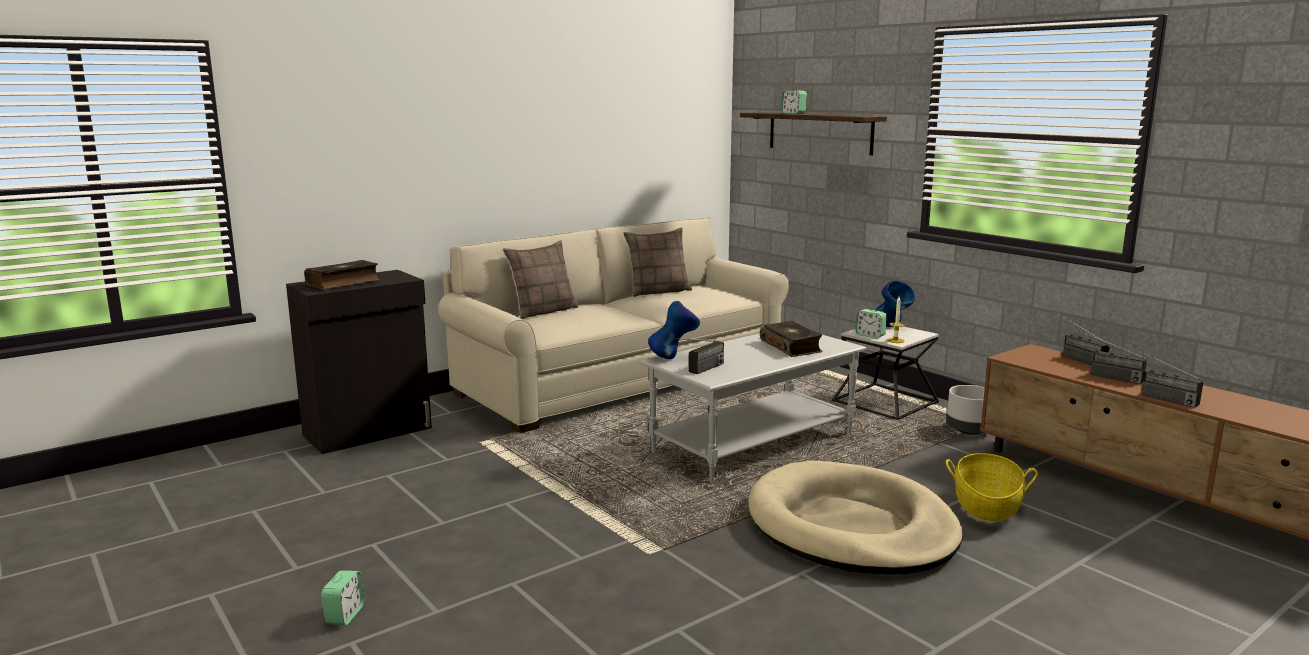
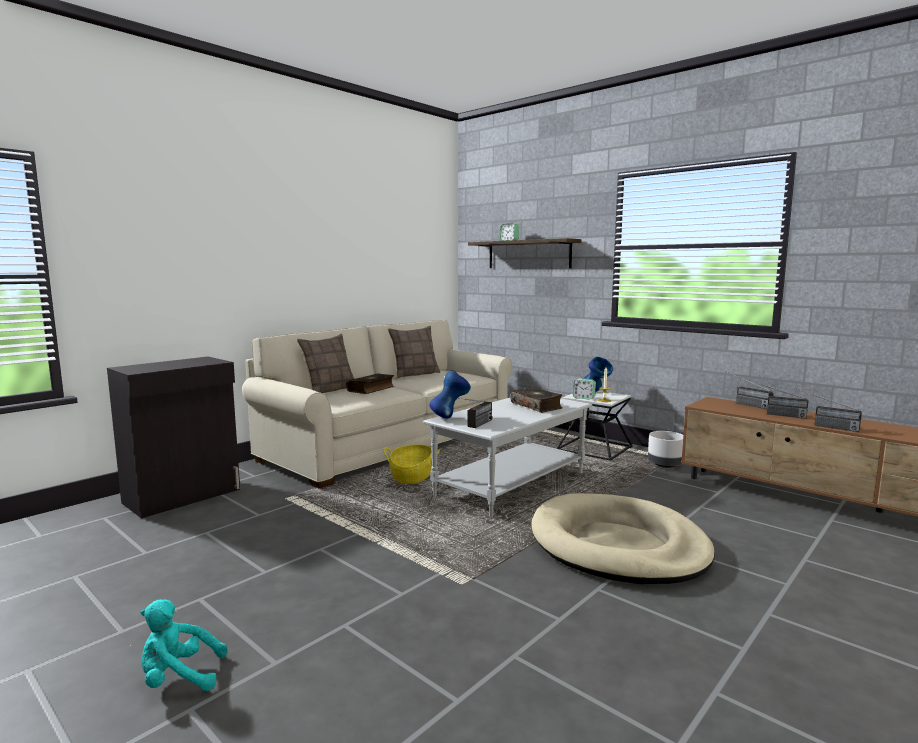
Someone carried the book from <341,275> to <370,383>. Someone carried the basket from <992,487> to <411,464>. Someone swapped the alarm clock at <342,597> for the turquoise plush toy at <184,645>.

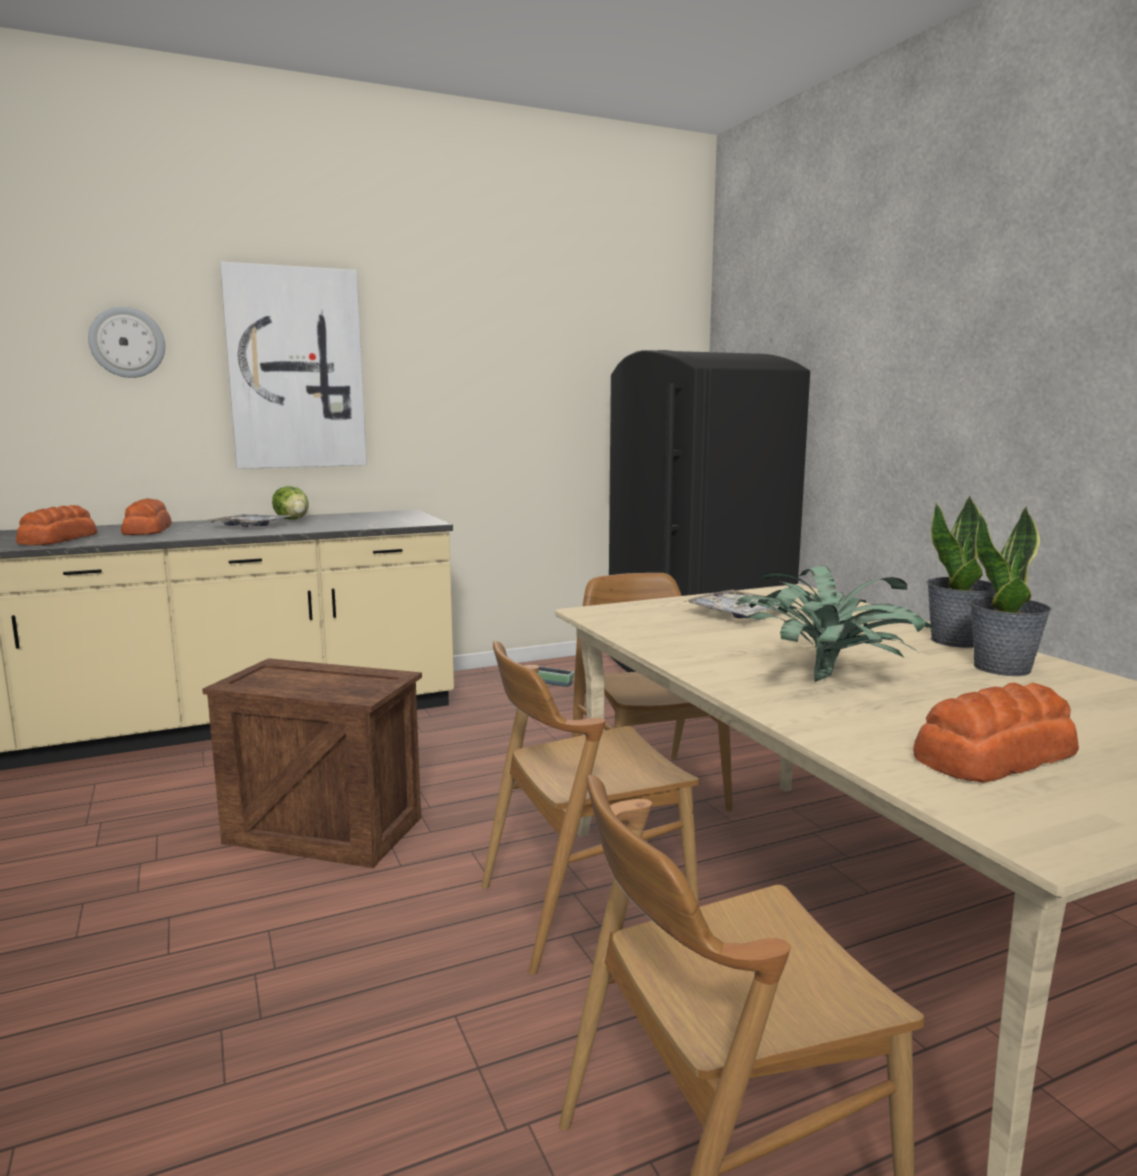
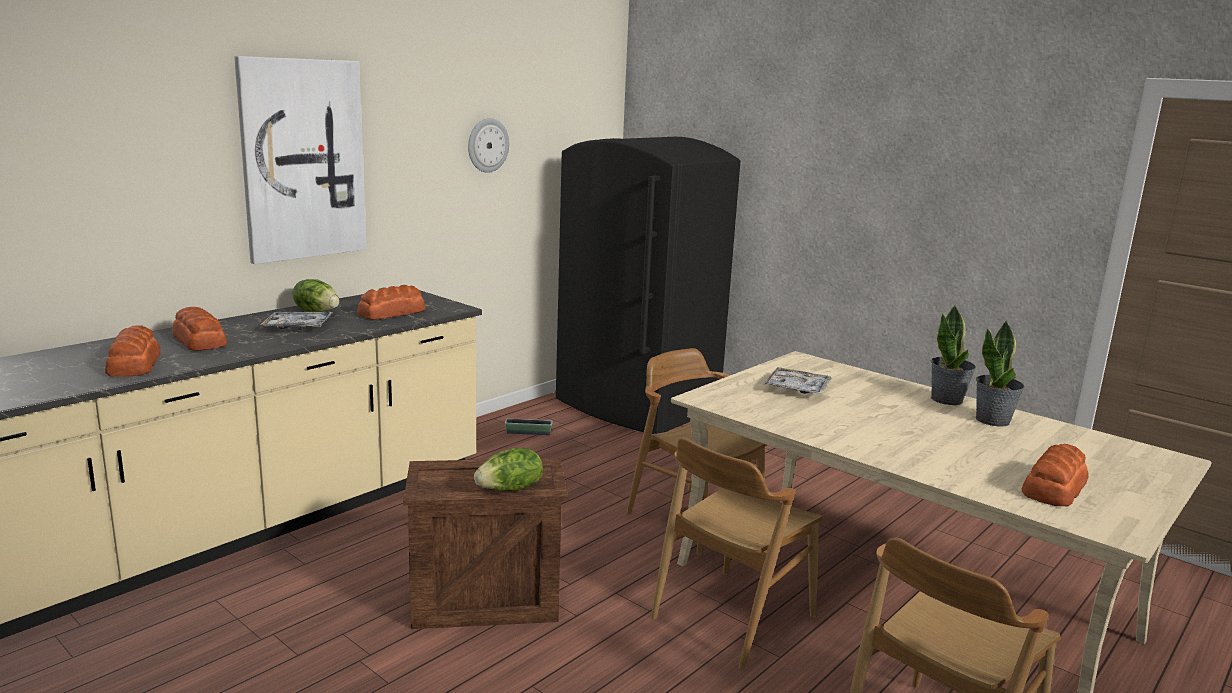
Someone took away the potted plant at <835,623>. Someone put down the bread at <391,302>. Someone put down the lettuce at <508,469>. Someone carried the wall clock from <126,342> to <488,145>.

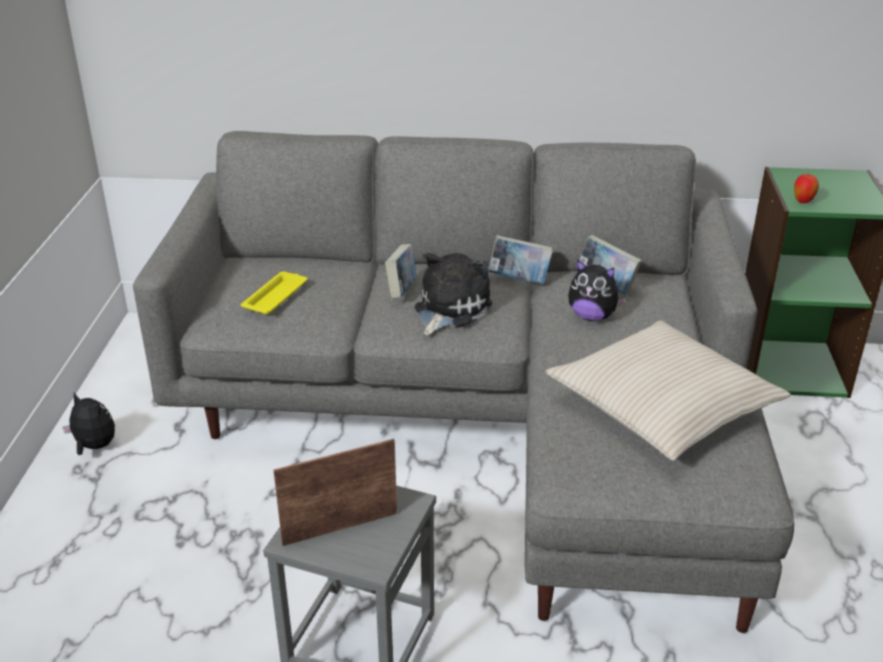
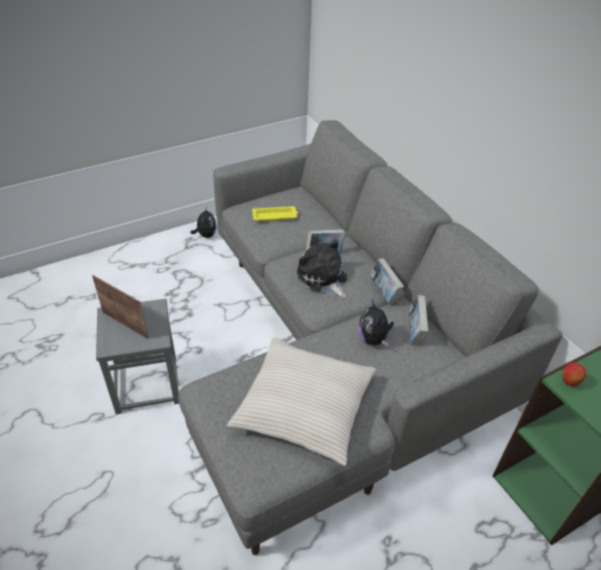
Someone rotated the plush toy at <453,294> by 120 degrees counterclockwise.

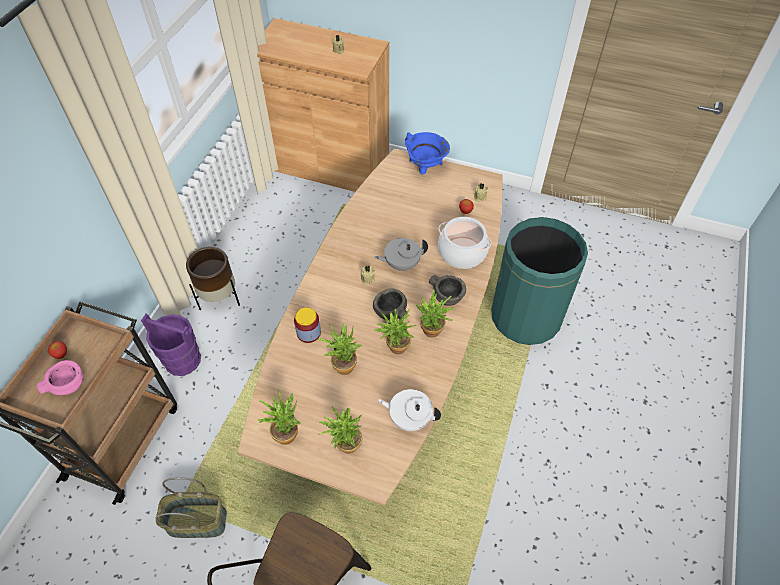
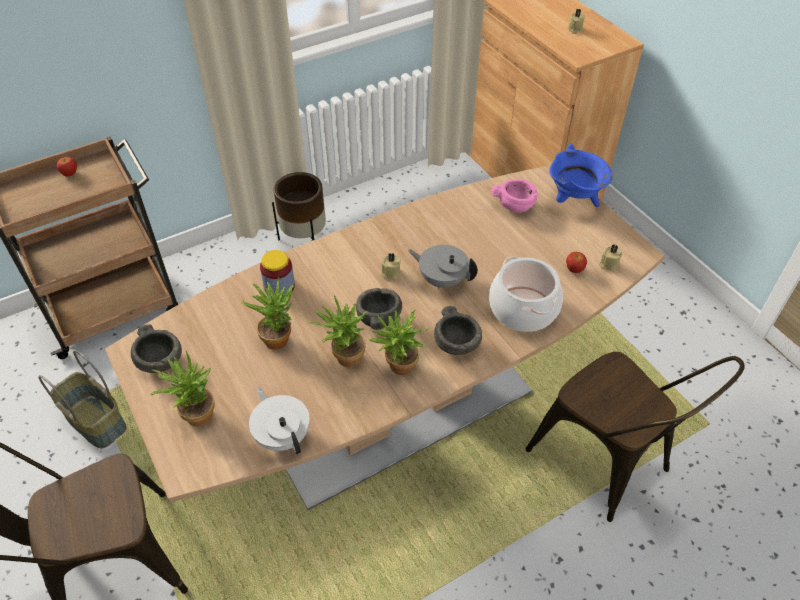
Someone took away the purple bucket at <171,345>. Someone carried the pink bowl from <60,377> to <515,196>. Someone swapped the potted plant at <279,417> for the grey bowl at <156,348>. Someone swapped the green trash can at <539,281> for the brown chair at <635,437>.

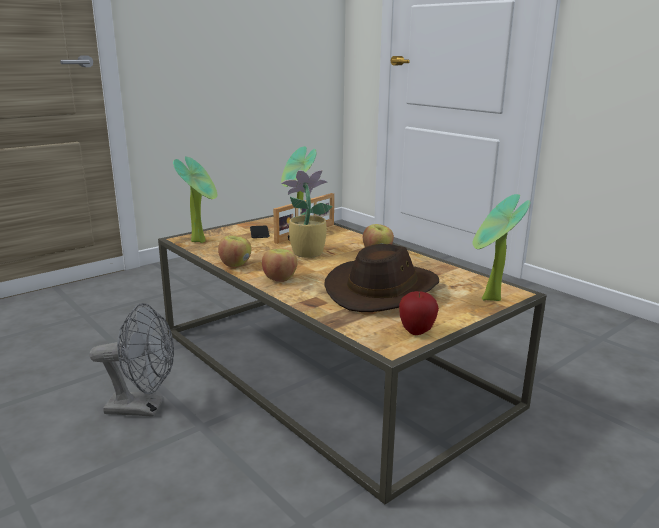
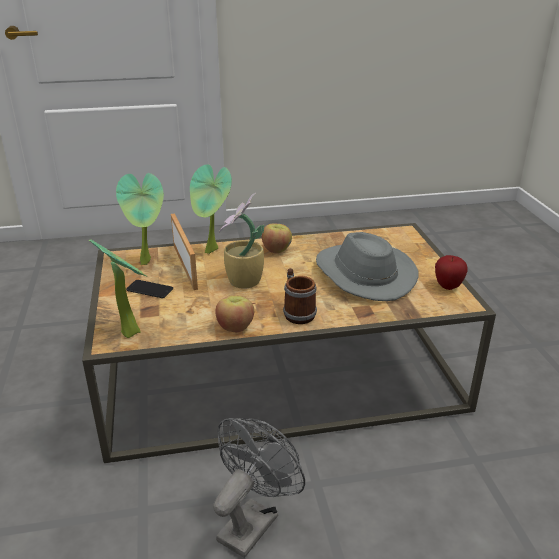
Someone carried the potted plant from <502,247> to <211,209>. Someone swapped the apple at <280,265> for the mug at <300,296>. Someone repainted the brown hat at <382,278>, which became the grey hat at <367,266>.

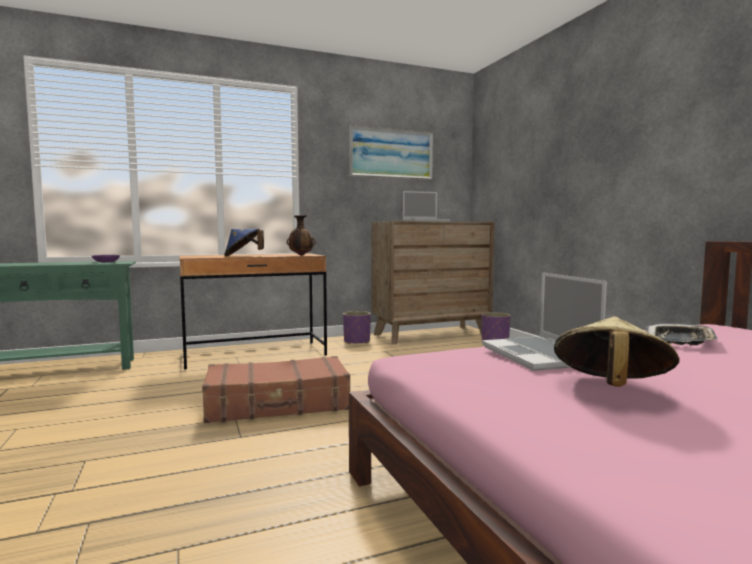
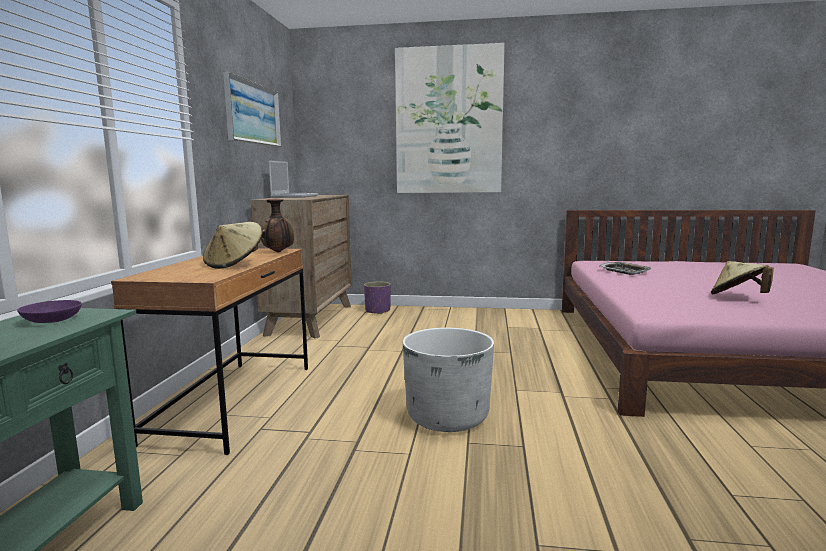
Someone took away the purple planter at <357,327>. Someone took away the laptop at <544,321>. Someone put up the picture at <450,118>. Someone swapped the brown suitcase at <276,389> for the white planter at <448,380>. Someone repainted the blue hat at <244,242>, which became the beige hat at <233,245>.

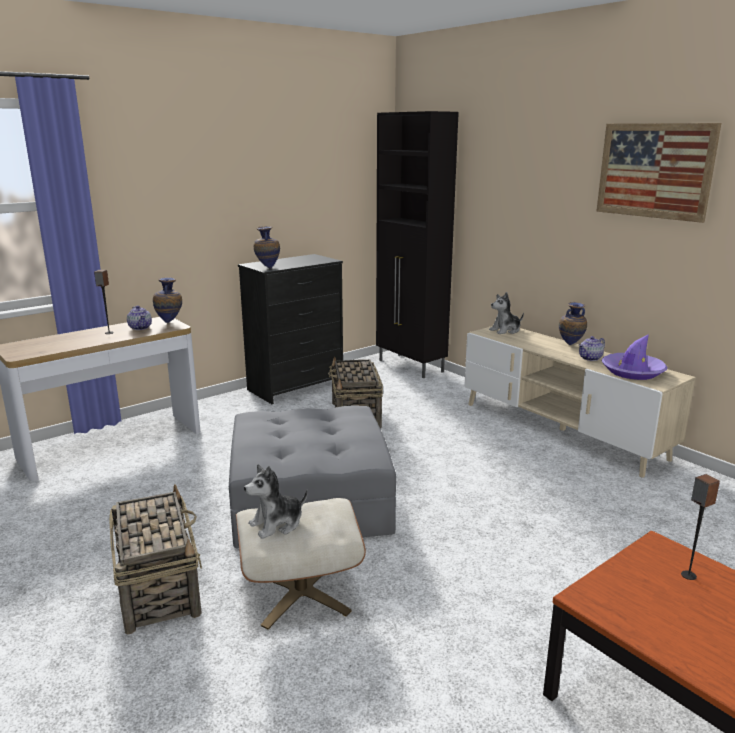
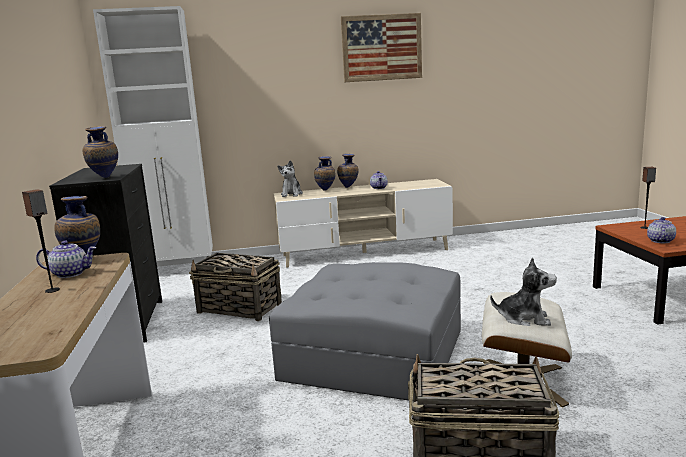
Someone took away the purple hat at <634,357>. Someone put down the vase at <324,173>. Someone put down the teapot at <661,230>. Someone repainted the black cabinet at <417,244>, which became the white cabinet at <153,133>. Someone rotated the plush toy at <276,501> by 75 degrees counterclockwise.

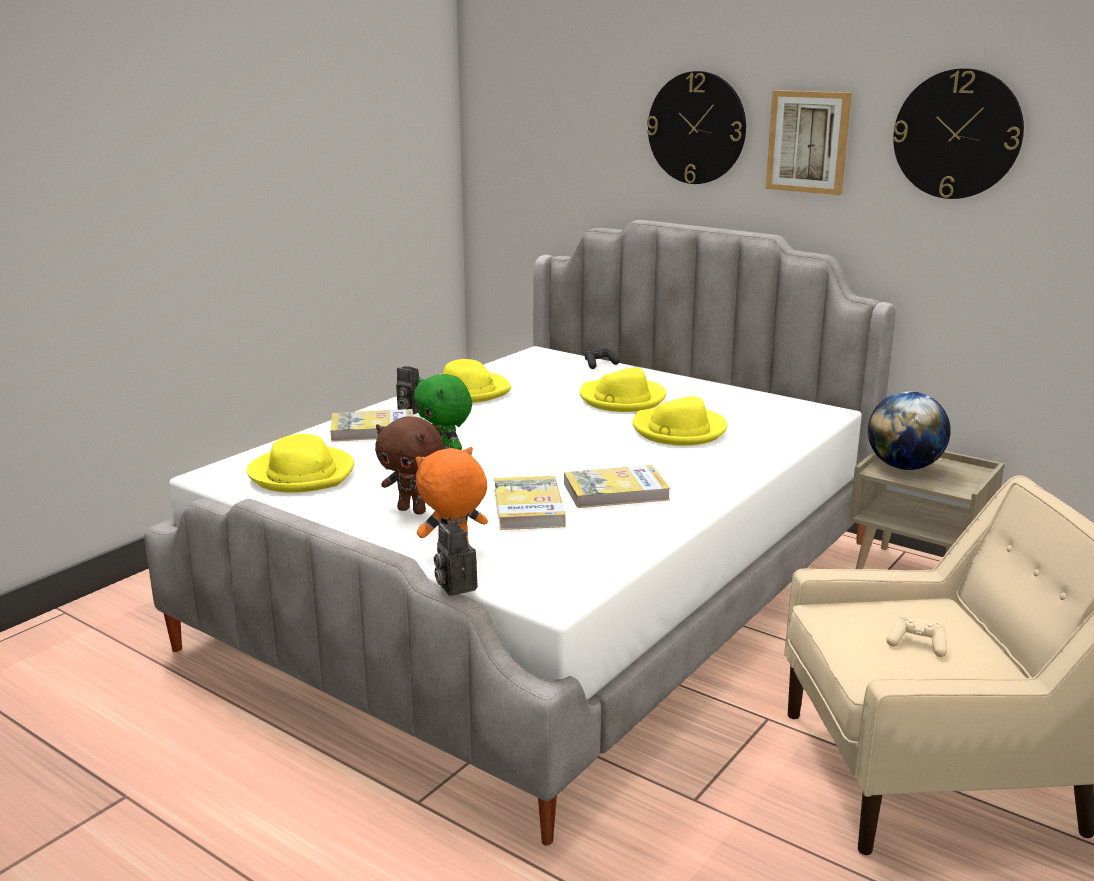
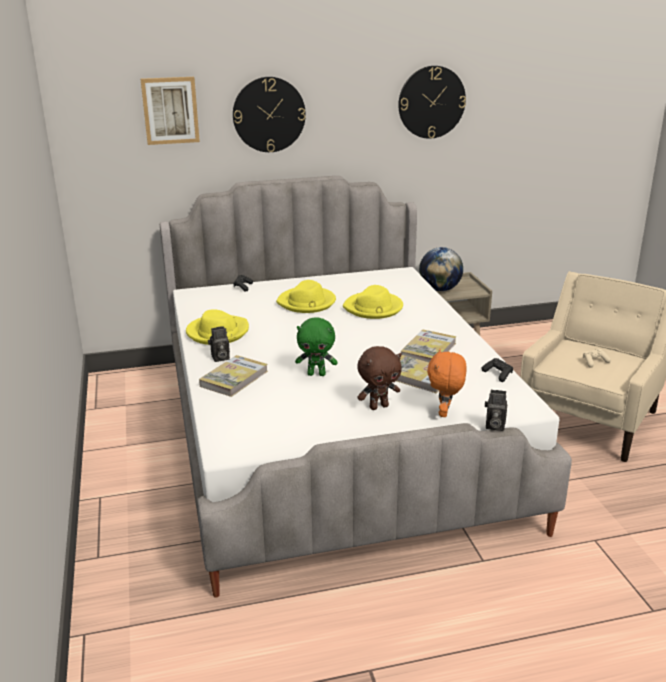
Someone took away the yellow hat at <300,463>. Someone put down the black game controller at <497,370>. Someone carried the picture from <809,142> to <170,111>.

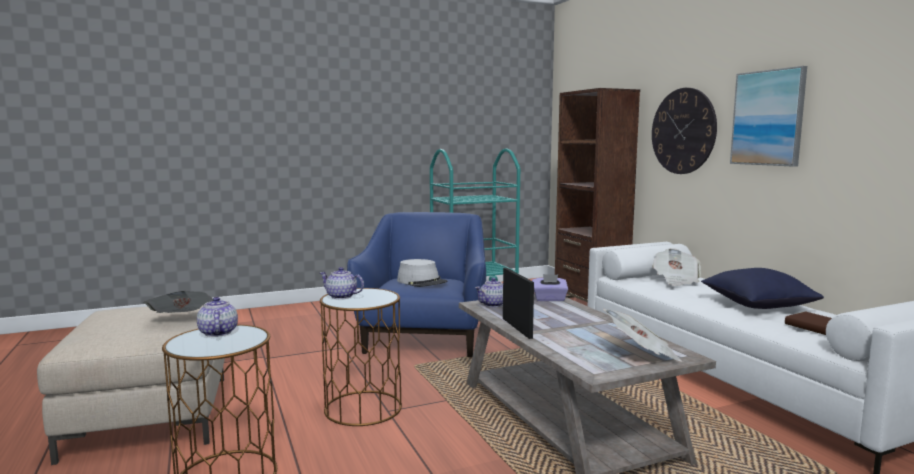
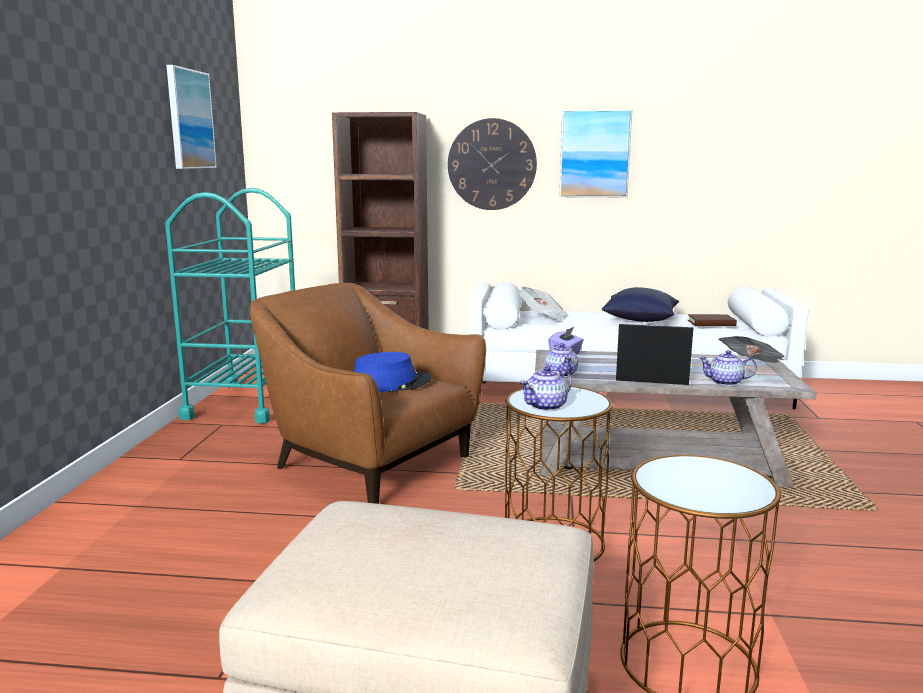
Someone took away the newspaper at <178,302>. Someone put up the picture at <191,117>. Someone carried the teapot from <217,317> to <728,368>. Someone repainted the blue armchair at <416,284>, which became the brown armchair at <368,393>. Someone repainted the grey hat at <422,273>, which became the blue hat at <392,372>.

